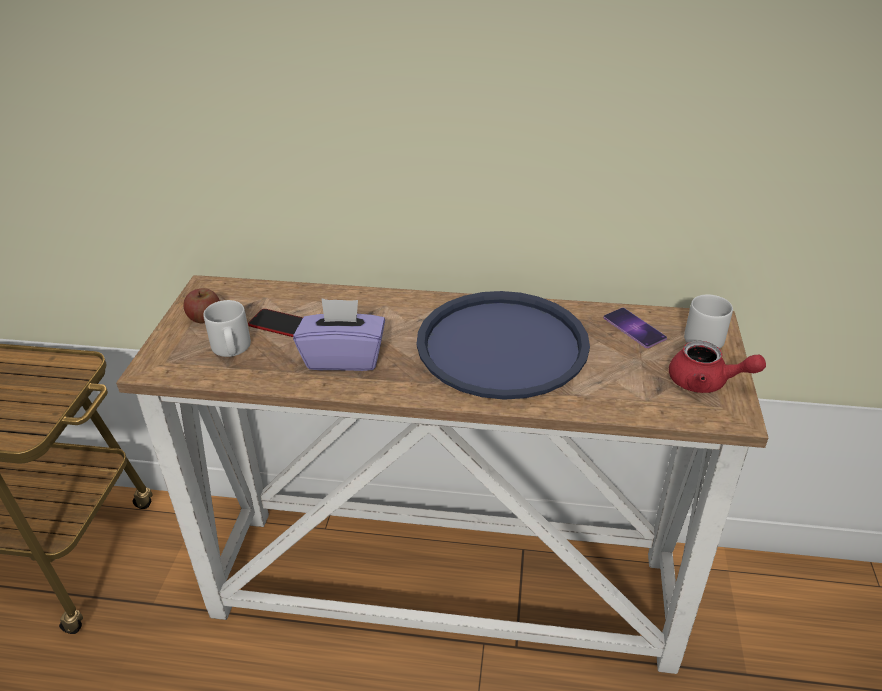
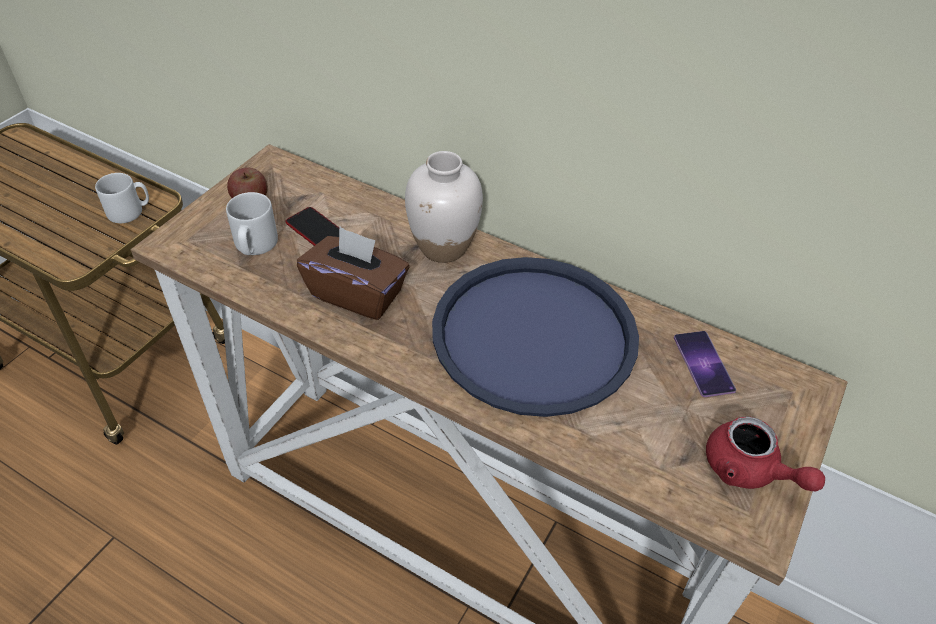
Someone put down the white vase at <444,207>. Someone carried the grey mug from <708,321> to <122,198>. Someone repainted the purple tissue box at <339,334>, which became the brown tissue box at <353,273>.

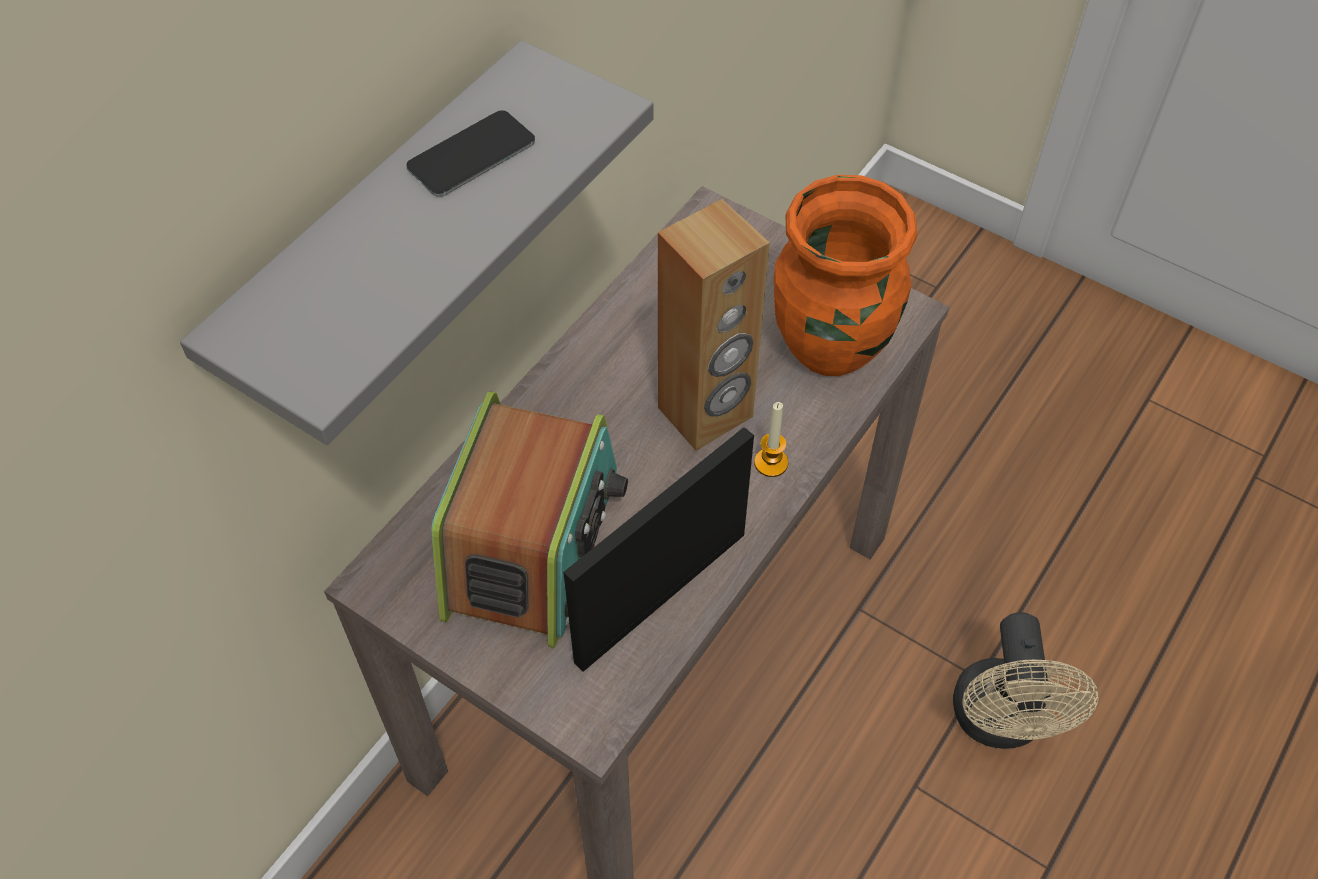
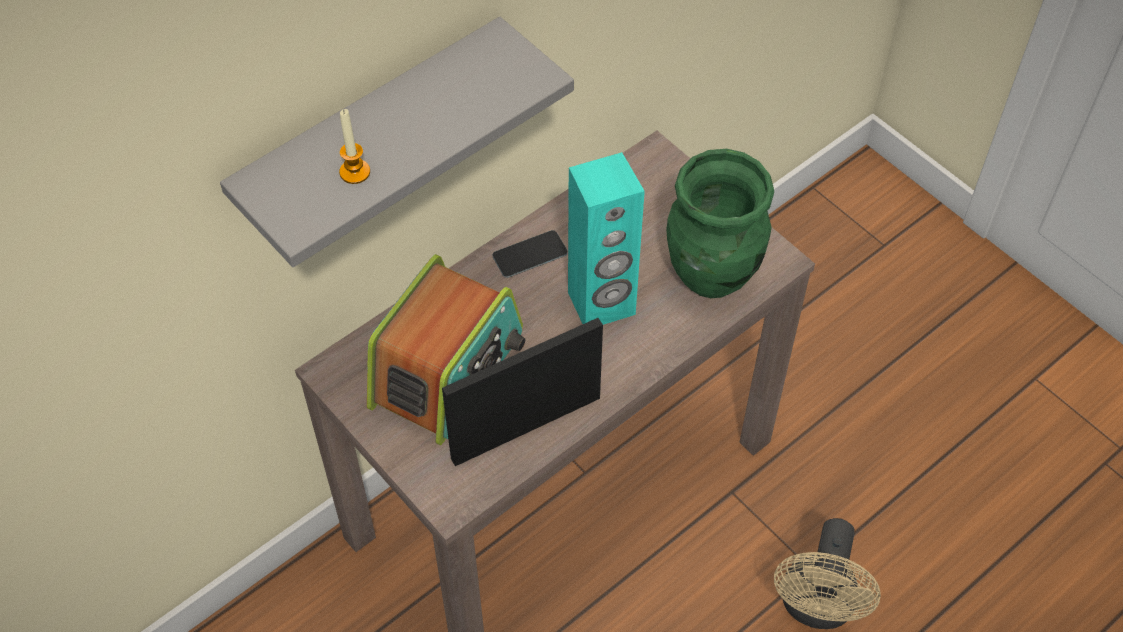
Someone carried the phone from <470,153> to <530,254>. Someone carried the candle from <771,439> to <354,146>. Someone repainted the brown speaker at <714,325>, which became the turquoise speaker at <606,238>. Someone repainted the orange vase at <845,275>, which became the green vase at <720,223>.

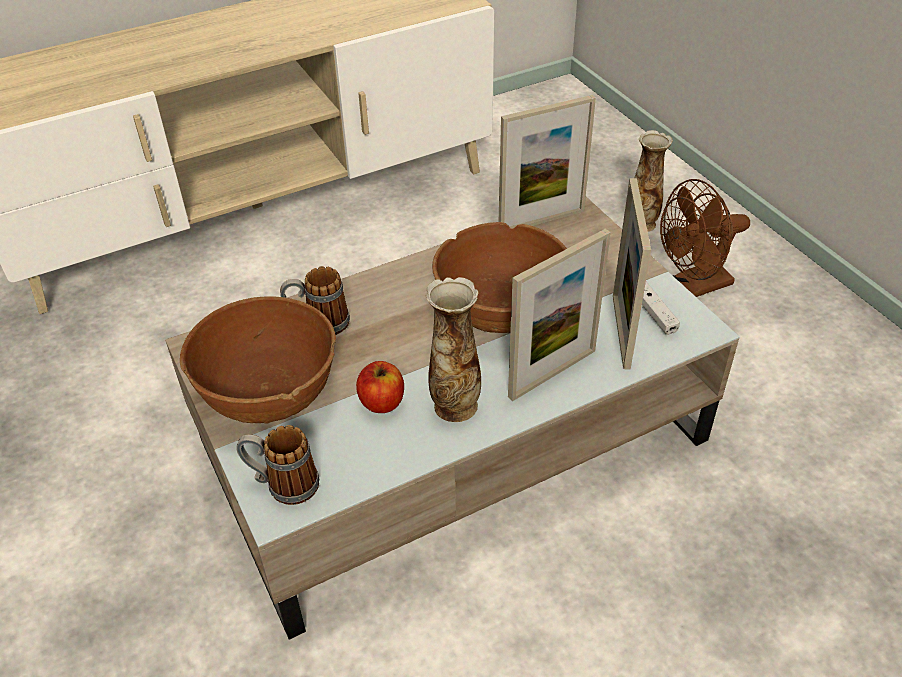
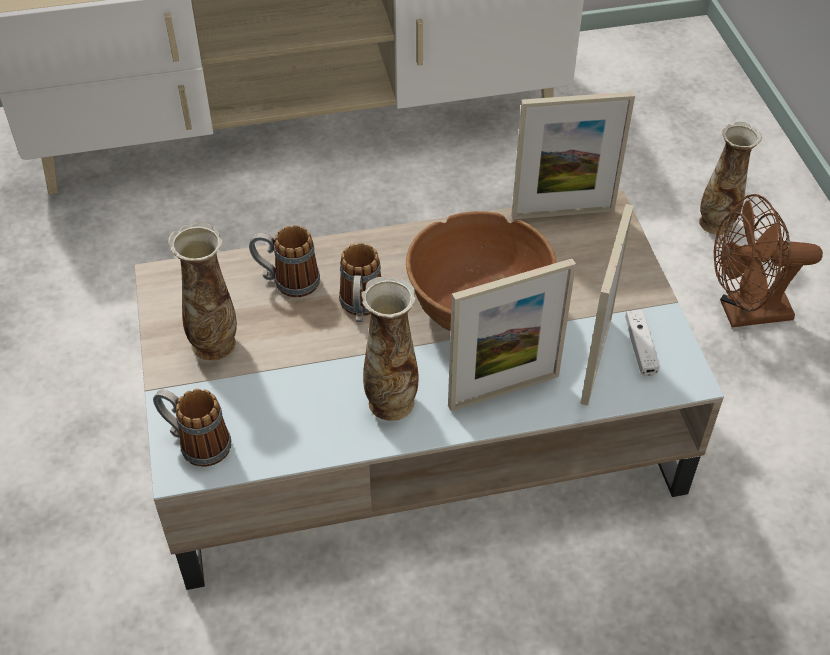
Someone took away the apple at <380,387>. Someone put down the mug at <360,282>. Someone swapped the brown bowl at <258,360> for the vase at <202,292>.

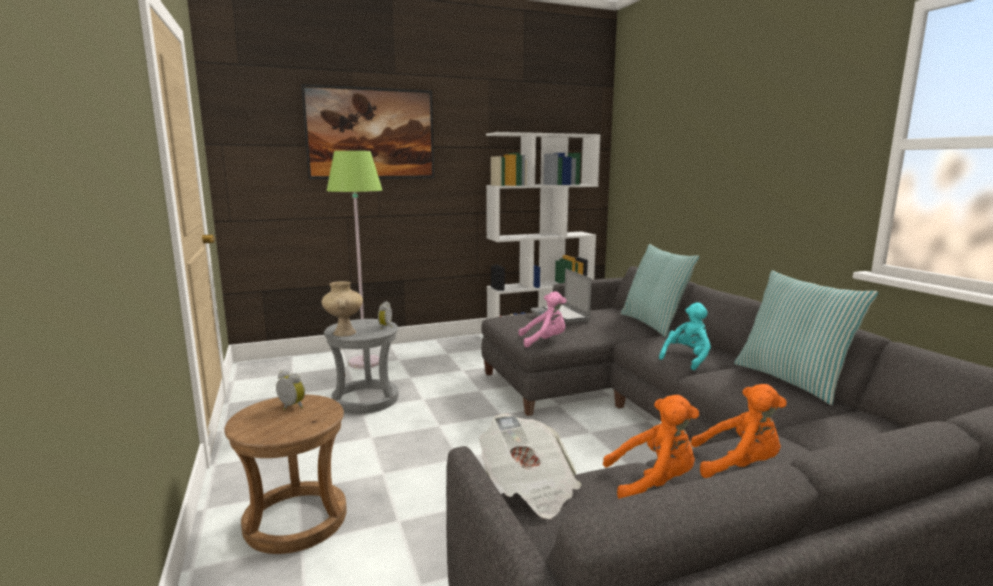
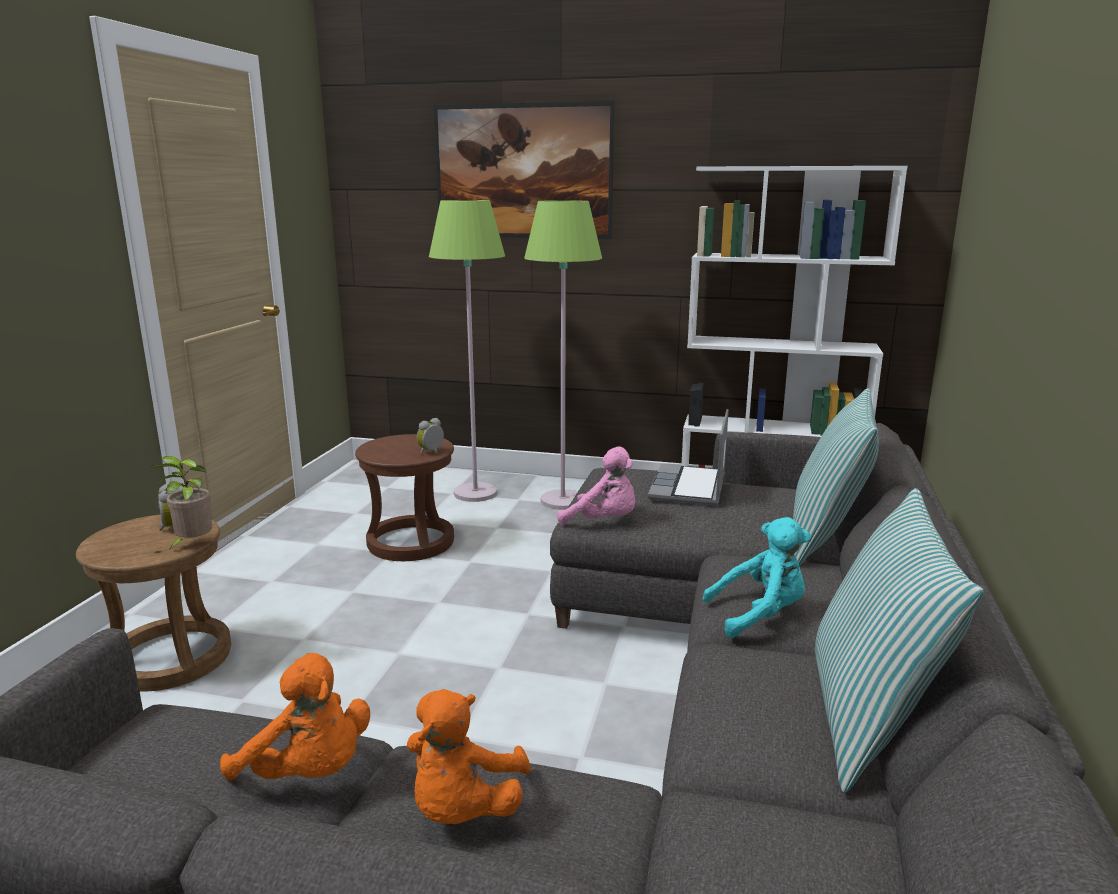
Someone took away the beige vase at <342,308>. Someone took away the newspaper at <530,466>. Someone put down the potted plant at <181,503>. Someone put down the green floor lamp at <563,355>. Someone repainted the grey stool at <361,366>, which became the brown stool at <404,497>. Someone rotated the orange plush toy at <738,431> by 60 degrees clockwise.

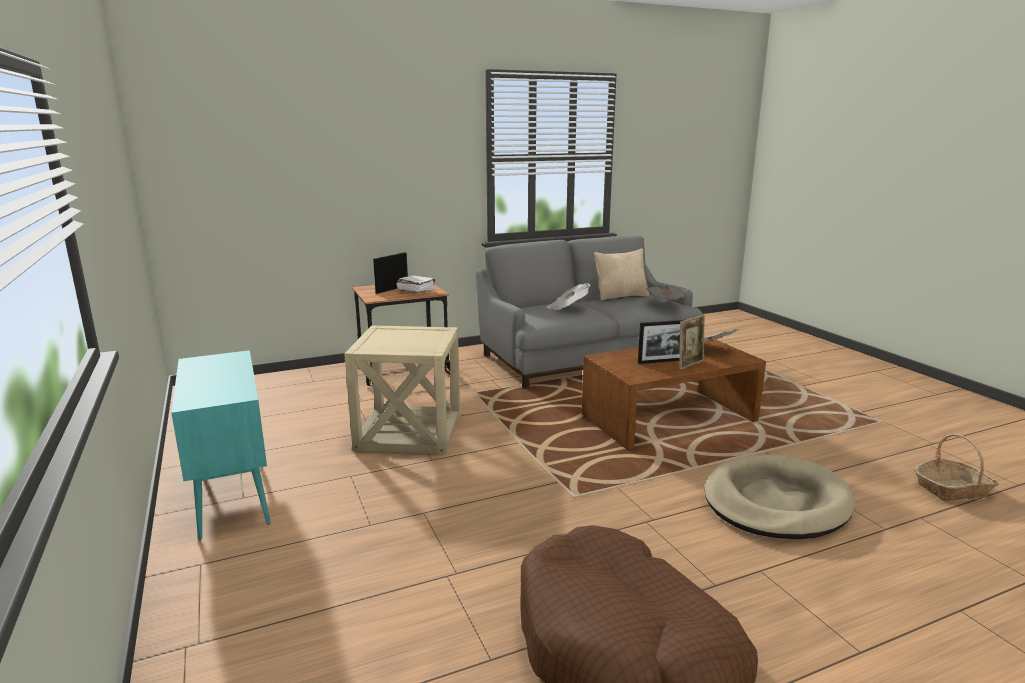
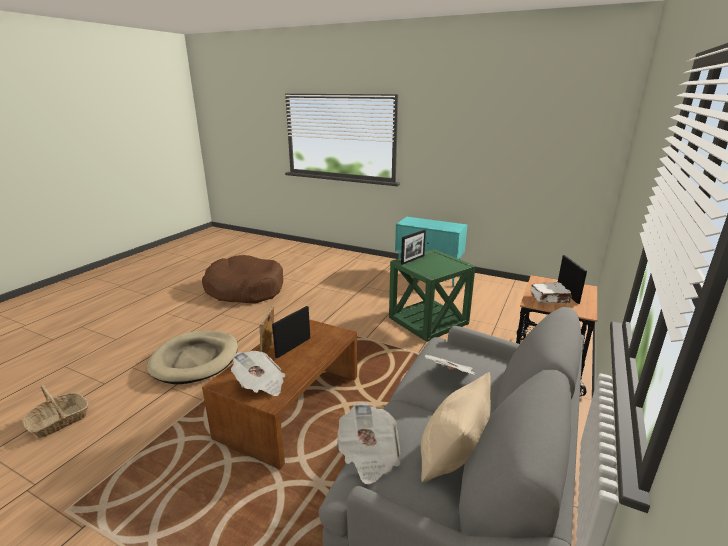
Someone put down the picture frame at <413,247>. Someone repainted the beige side table at <402,389>, which became the green side table at <432,295>.

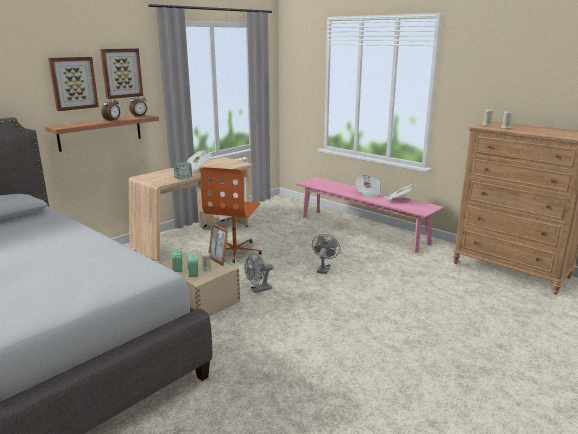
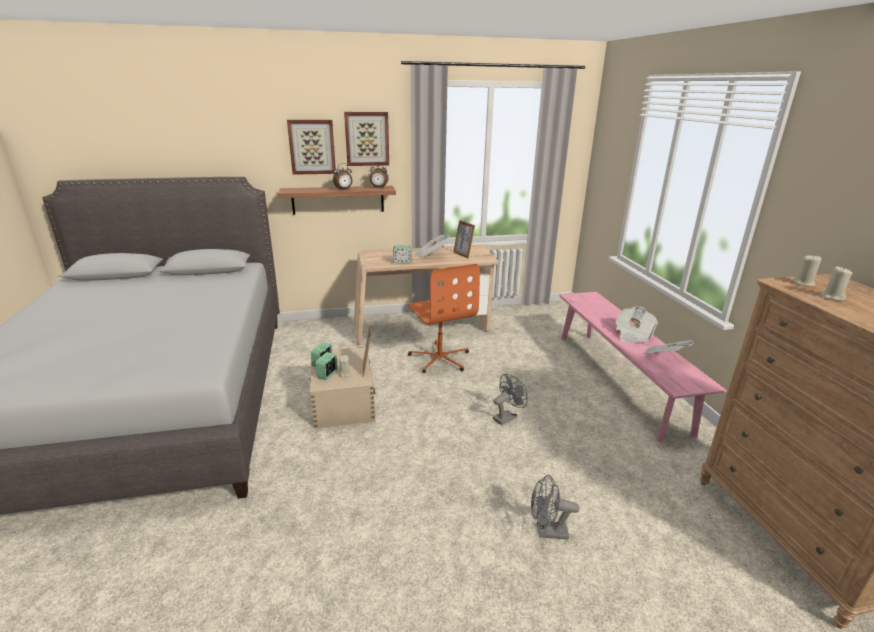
Someone put down the picture frame at <464,239>. Someone carried the grey fan from <259,272> to <555,507>. Someone rotated the orange office chair at <231,215> by 75 degrees counterclockwise.

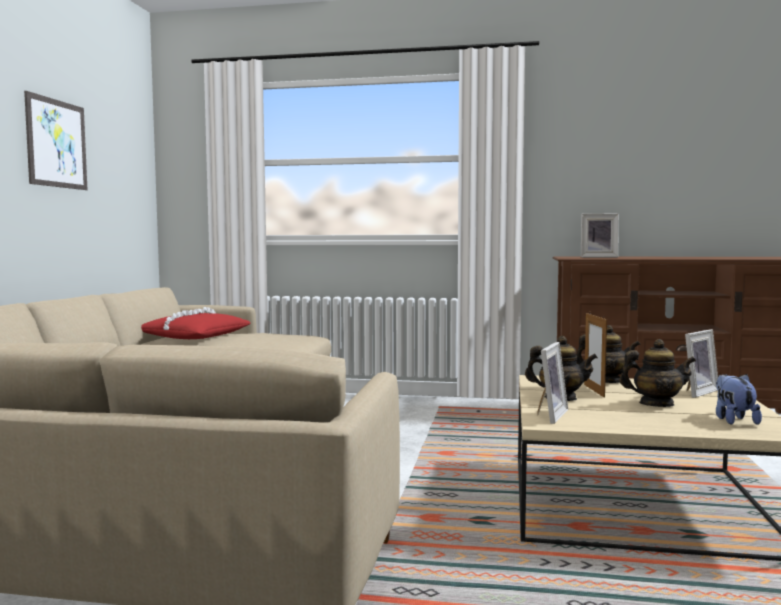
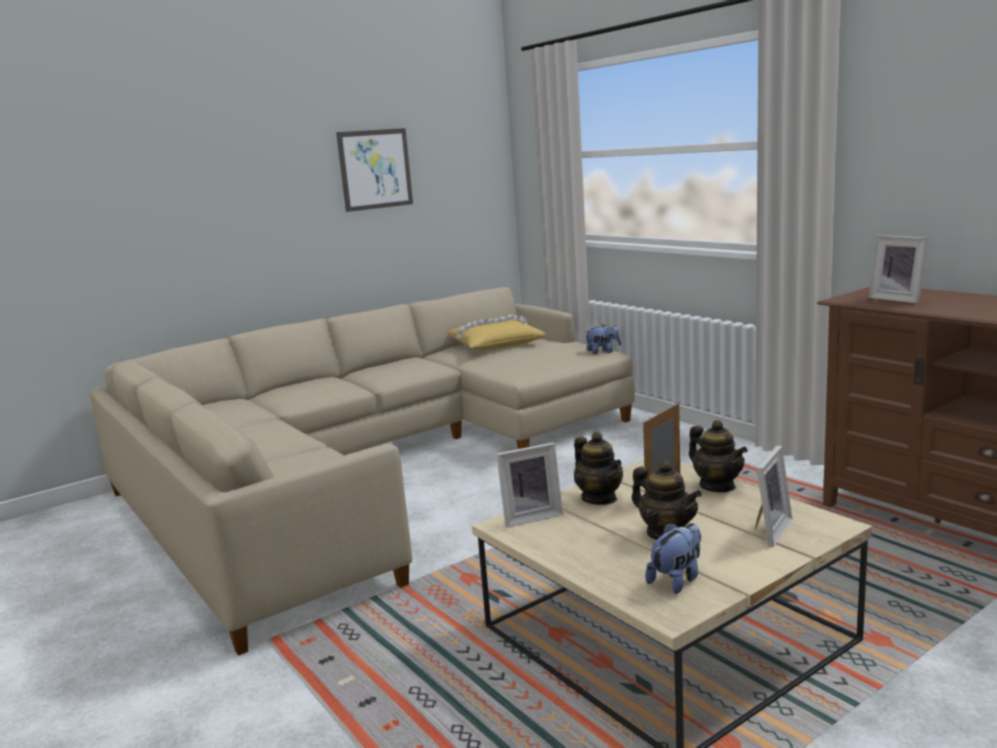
Someone put down the plush toy at <603,339>. Someone repainted the red pillow at <196,323>, which became the yellow pillow at <497,332>. Someone rotated the picture frame at <701,363> by 60 degrees counterclockwise.

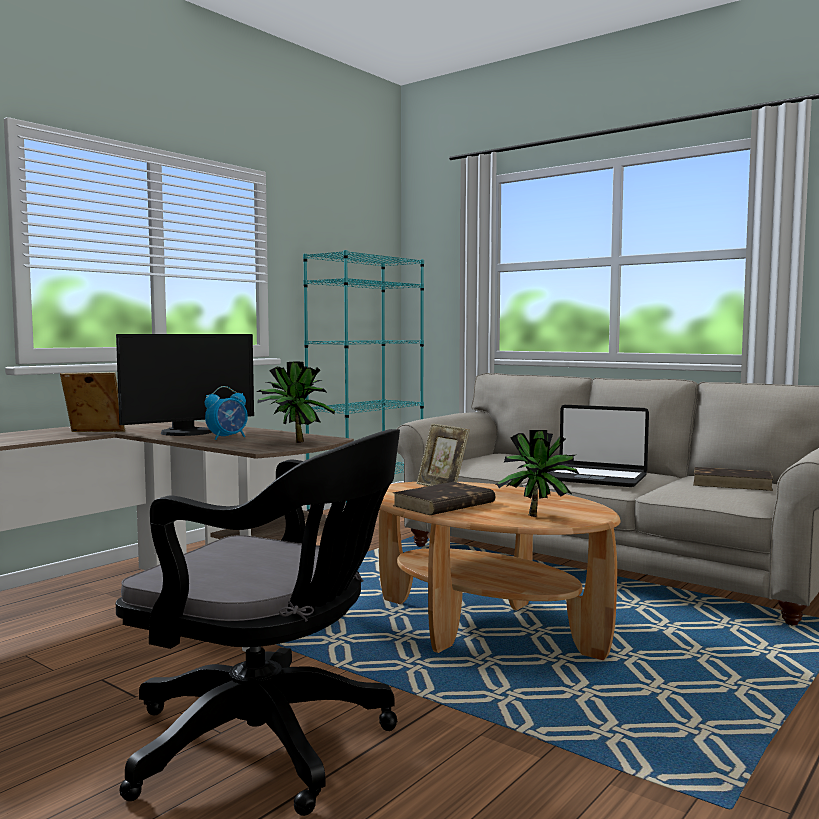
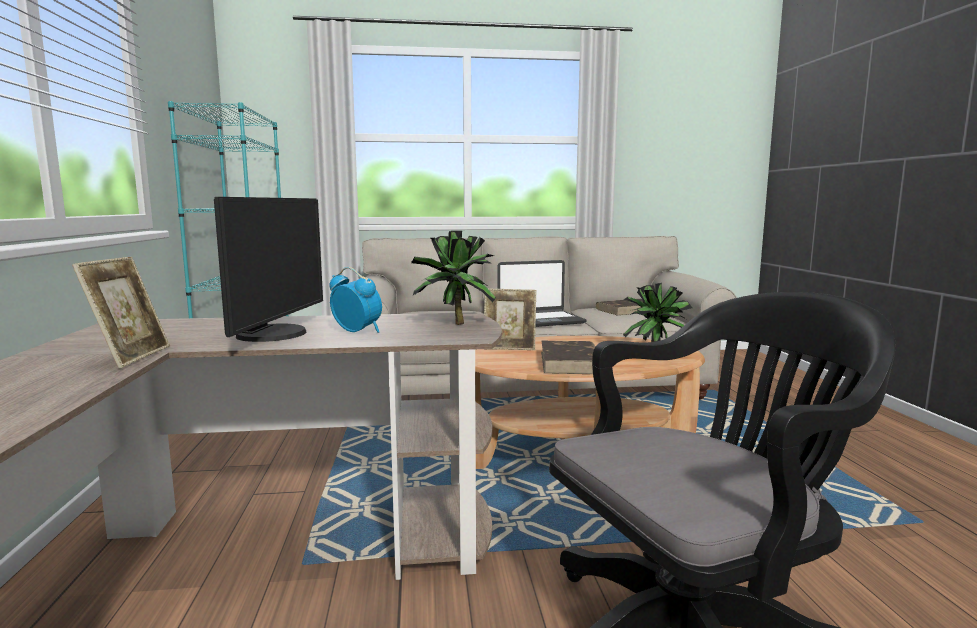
Someone rotated the picture frame at <92,402> by 135 degrees clockwise. Someone rotated the alarm clock at <226,413> by 60 degrees counterclockwise.

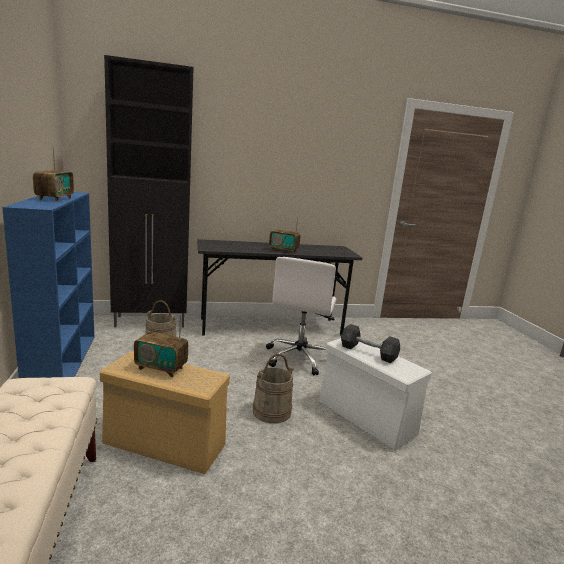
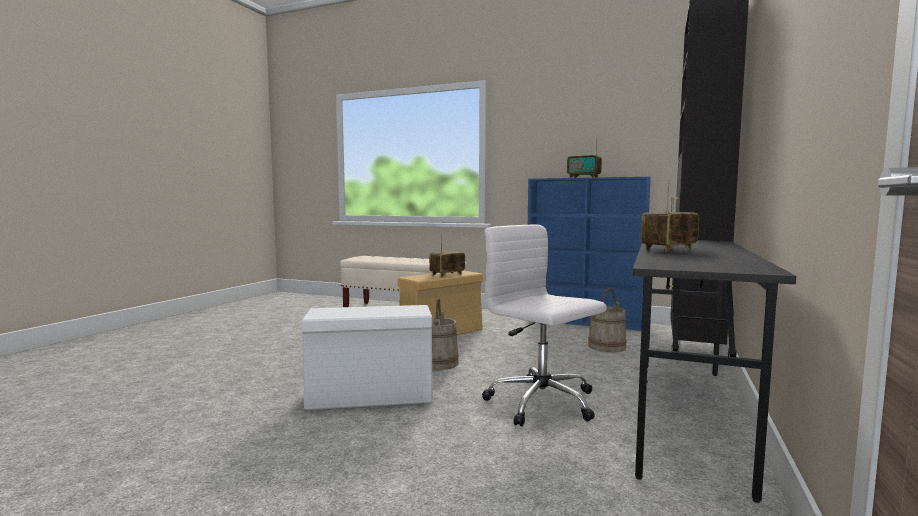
Someone took away the grey dumbbell at <370,343>.

